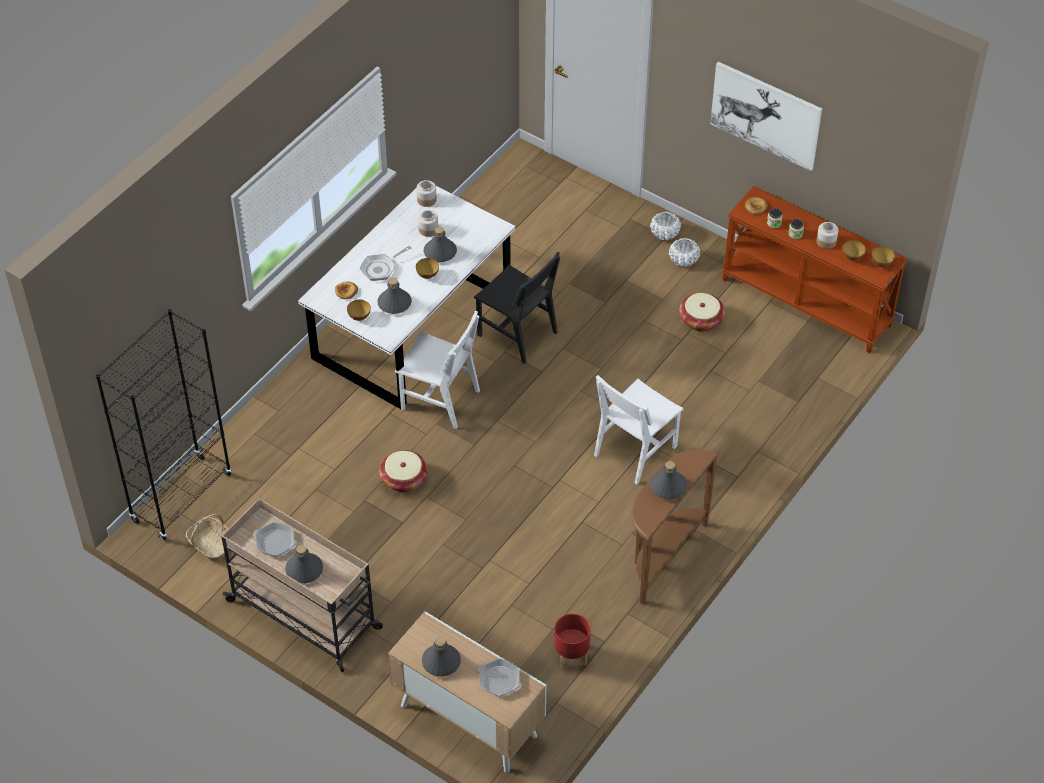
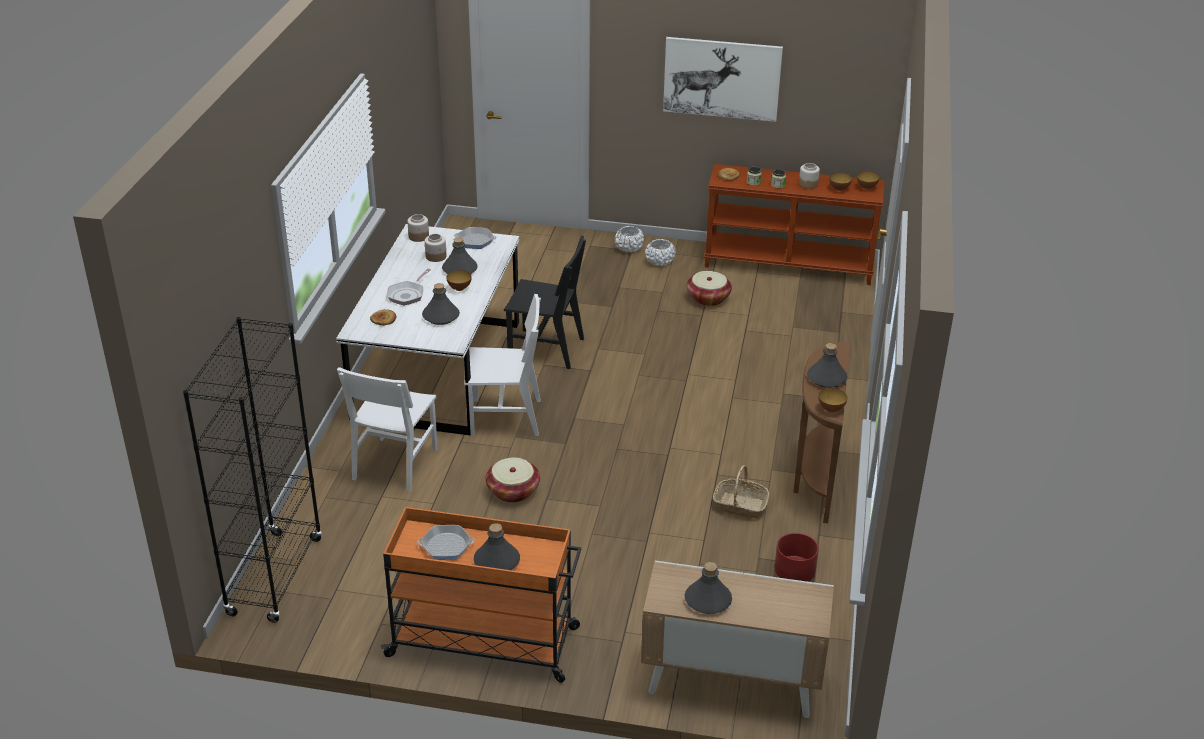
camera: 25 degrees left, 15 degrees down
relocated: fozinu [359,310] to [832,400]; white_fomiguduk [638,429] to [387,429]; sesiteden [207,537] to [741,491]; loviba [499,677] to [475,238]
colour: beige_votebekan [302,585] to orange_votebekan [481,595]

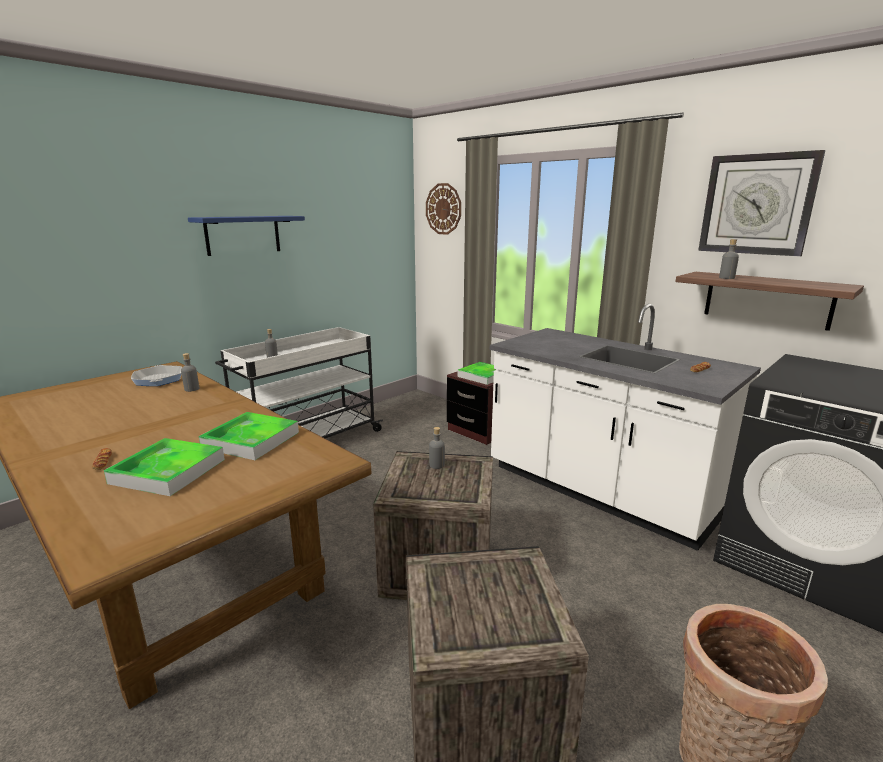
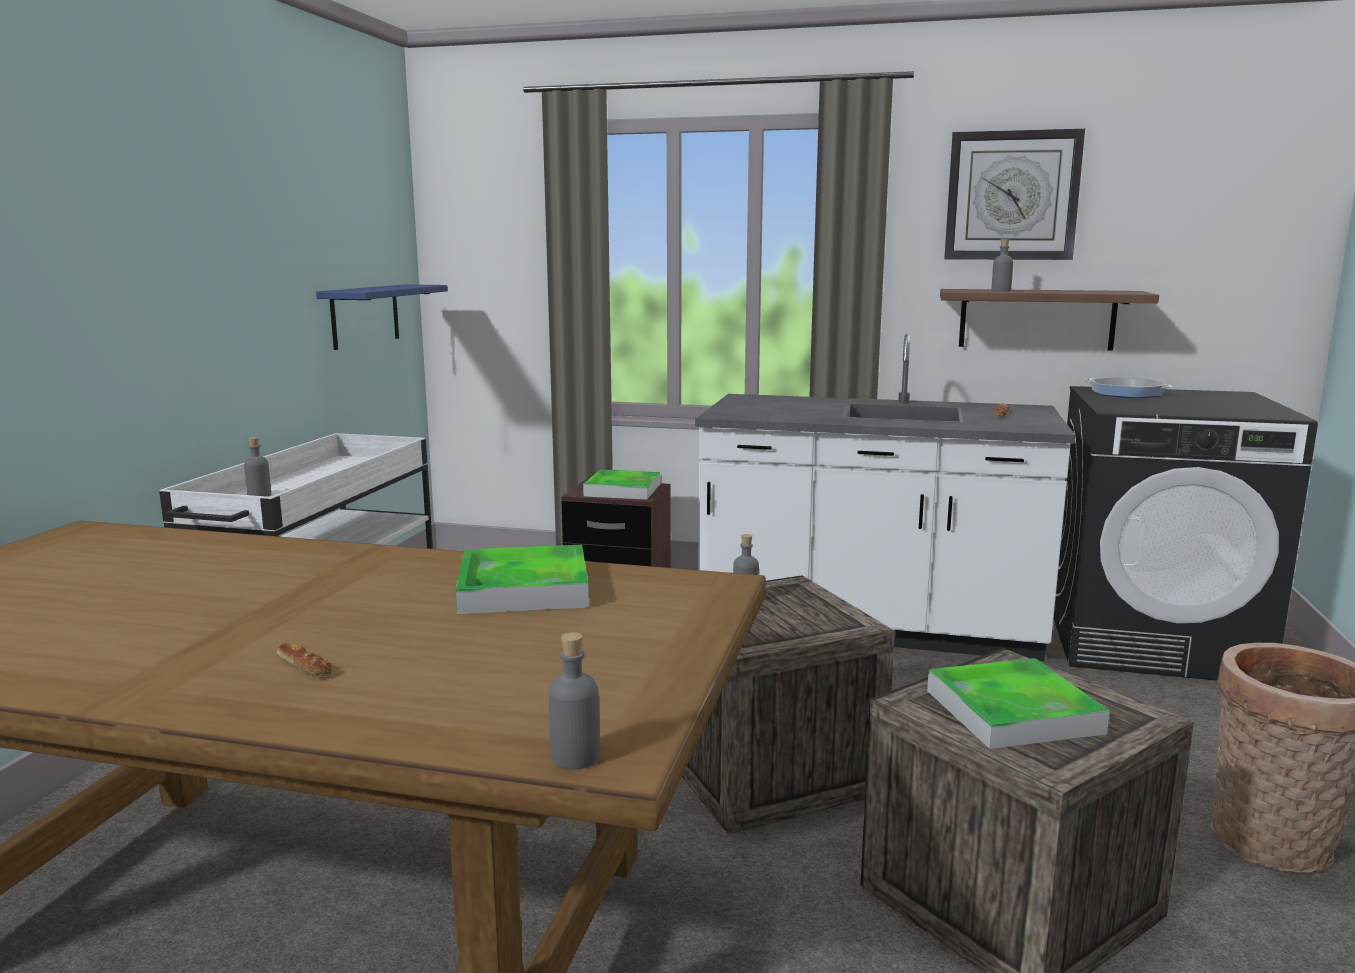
camera: 30 degrees left, 5 degrees down
missing: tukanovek [443,209]
relocated: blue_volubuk [246,236] to [382,317]; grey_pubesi [190,372] to [574,701]; loviba [156,375] to [1128,387]; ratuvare [164,467] to [1018,703]

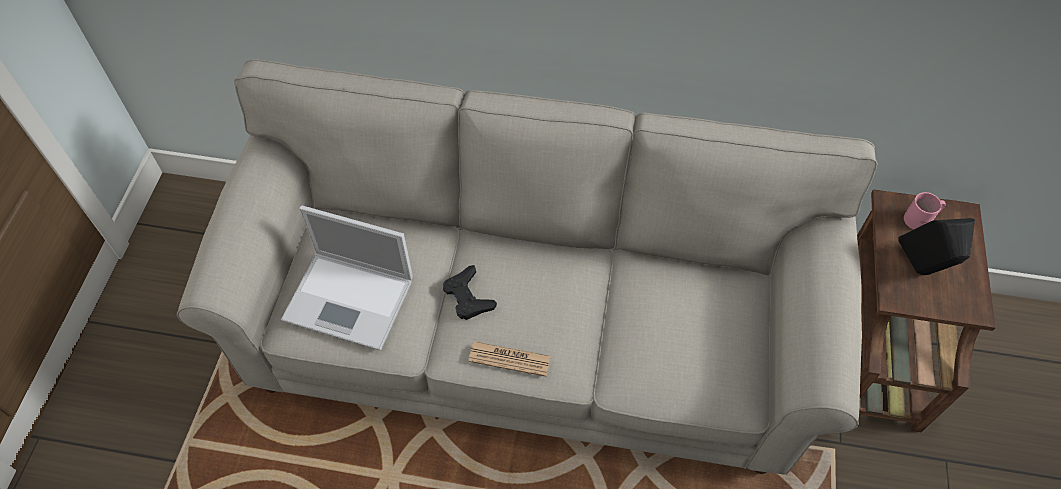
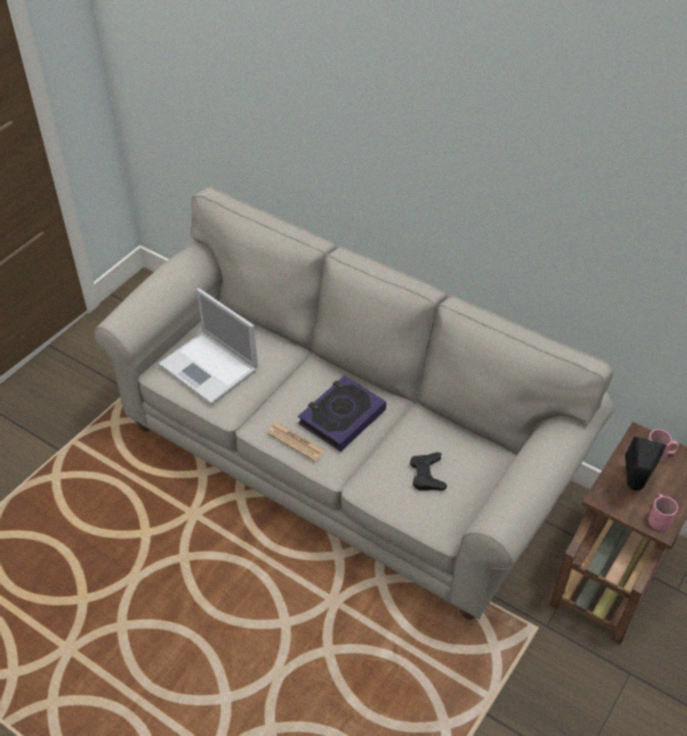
camera: 25 degrees right, 10 degrees down
appeared: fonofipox [342,413]; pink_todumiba [663,512]
relocated: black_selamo [470,292] to [428,471]

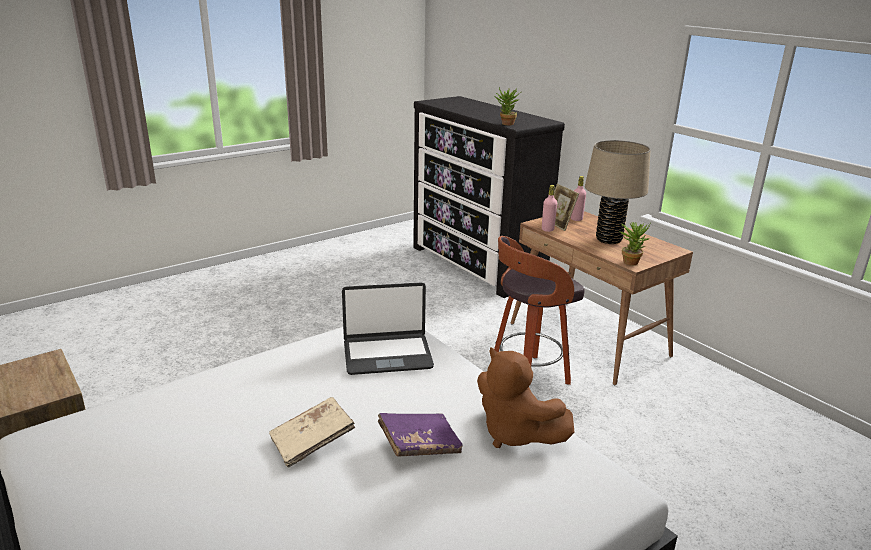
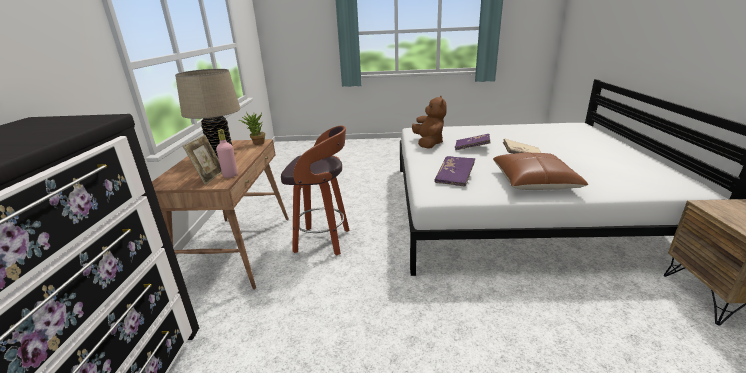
camera: 140 degrees left, 0 degrees up
missing: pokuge [508,106]; pink_pubesi [578,198]
appeared: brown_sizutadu [540,171]
exchanged: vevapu [388,328] to purple_fonofipox [454,171]

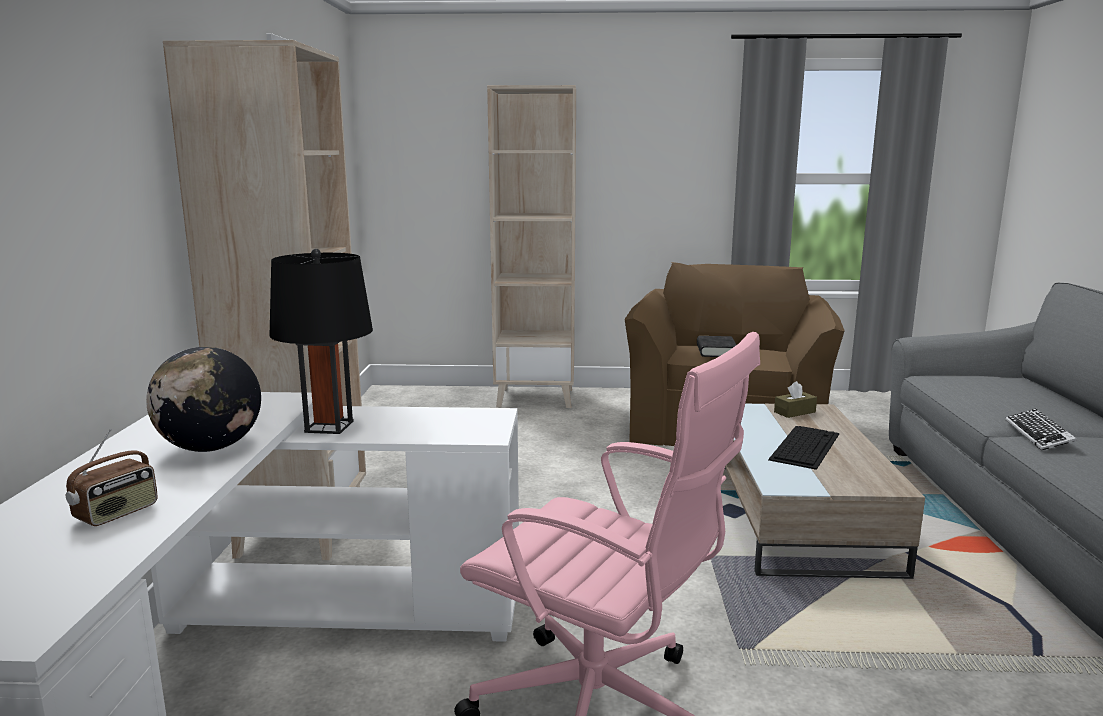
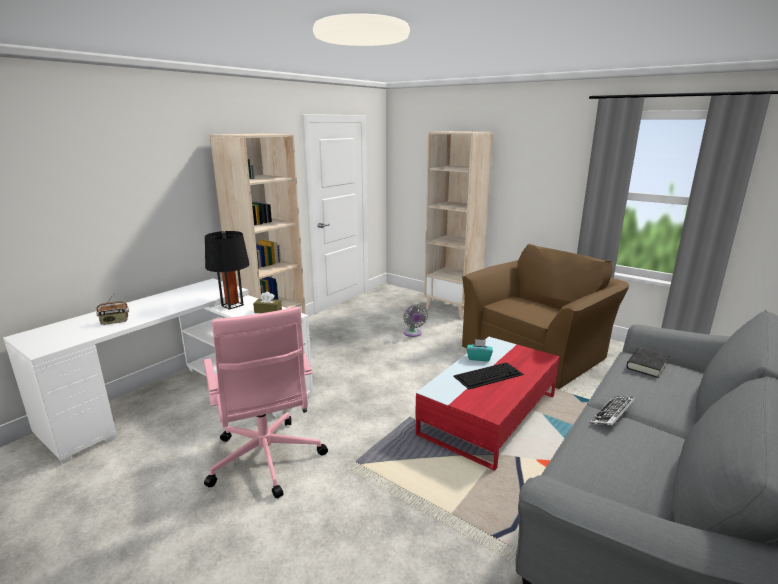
camera: 35 degrees right, 5 degrees up
missing: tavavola [203,399]
appeared: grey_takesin [415,320]; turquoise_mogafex [480,350]
relocated: black_fonofipox [716,346] to [647,363]; brown_mogafex [795,399] to [267,302]
colour: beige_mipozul [825,491] to red_mipozul [487,404]

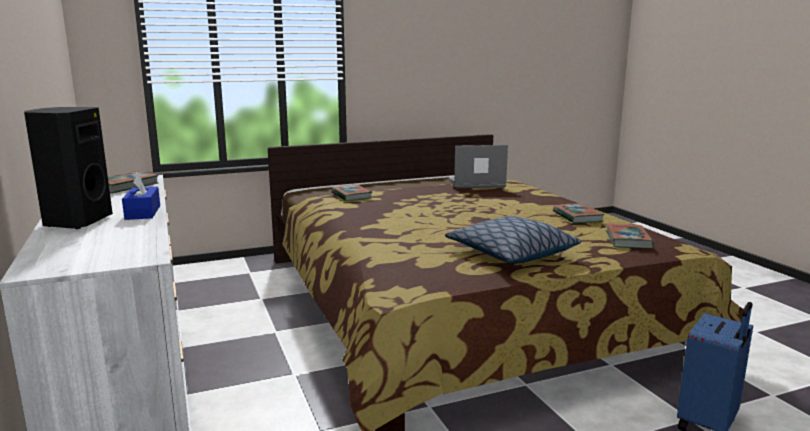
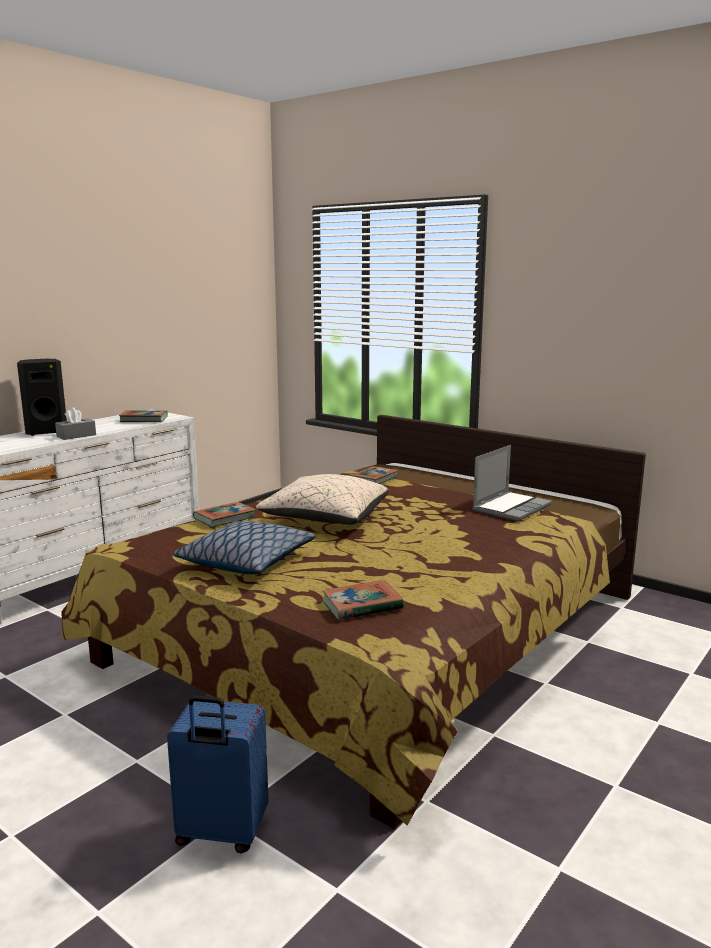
camera: 60 degrees right, 0 degrees up
appeared: beige_sizutadu [322,499]
relocated: fonofipox [579,213] to [224,514]
colour: blue_mogafex [141,196] to grey_mogafex [75,424]
spun: vevapu [478,166] = [512,483] 75 degrees clockwise

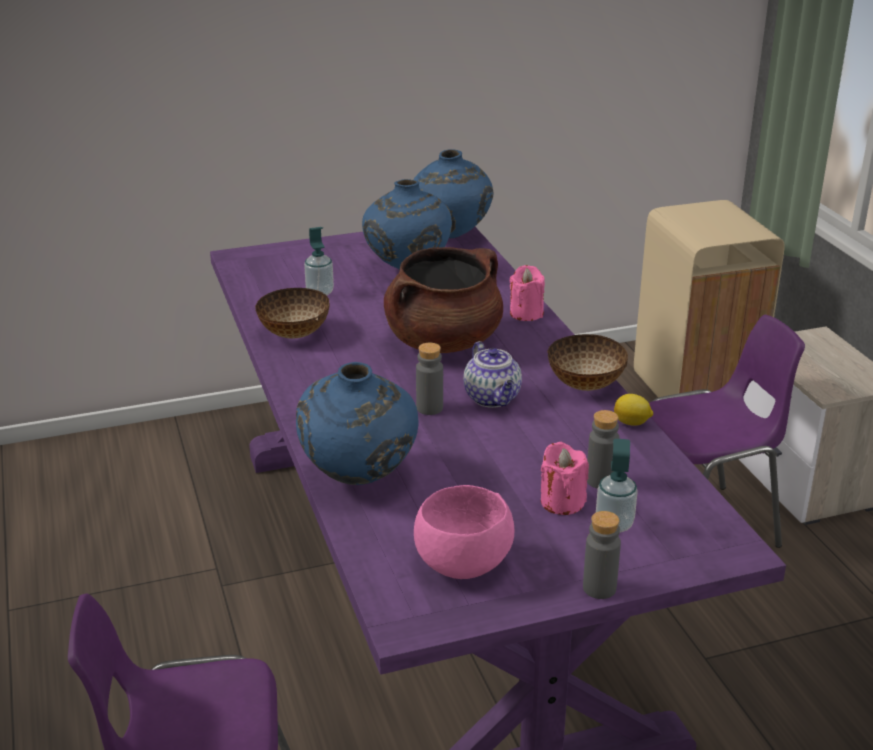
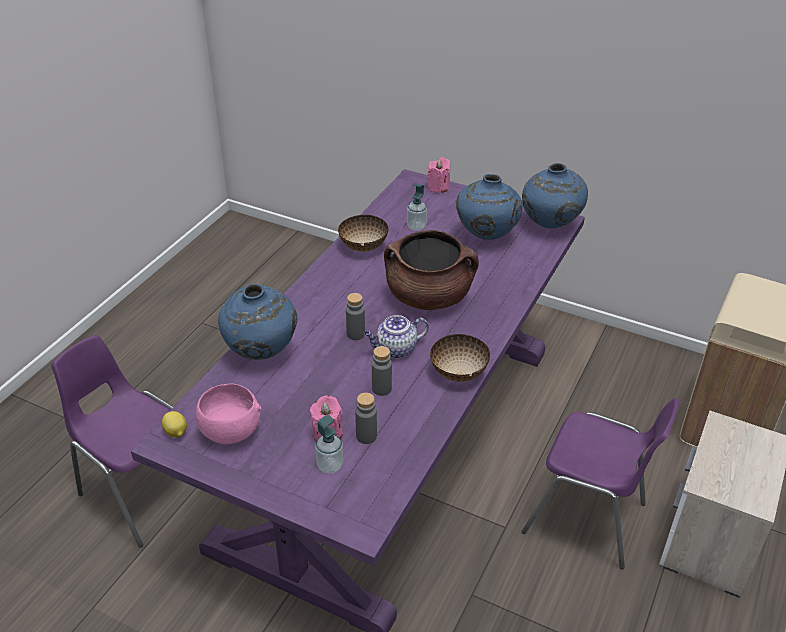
camera: 45 degrees right, 10 degrees up
relocated: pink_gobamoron [527,293] to [438,175]; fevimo [633,410] to [174,424]; grey_pubesi [602,555] to [382,371]
spun: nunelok [492,374] = [396,336] 45 degrees clockwise

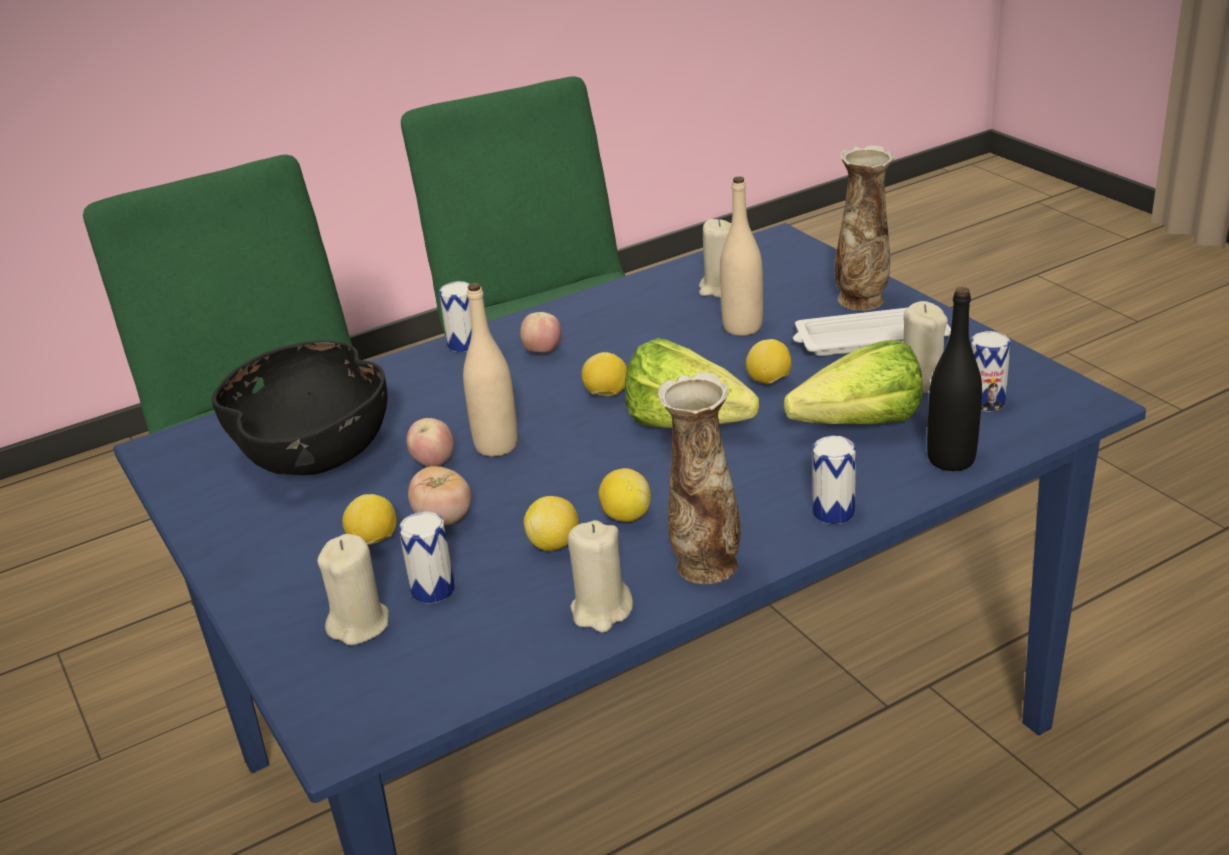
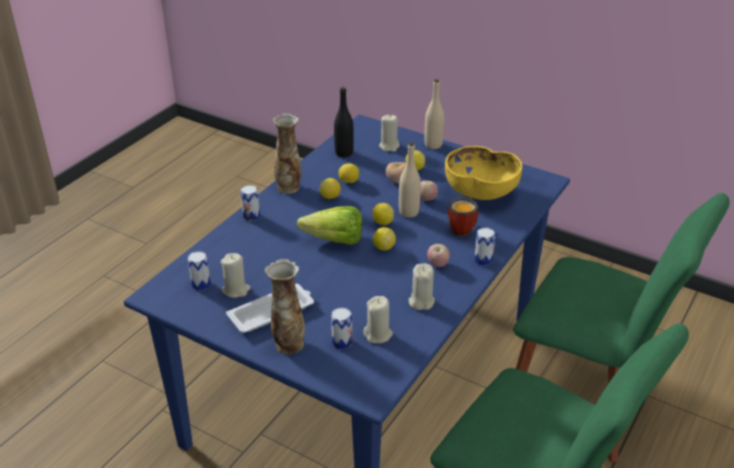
camera: 150 degrees right, 5 degrees up
missing: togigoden [853,382]
appeared: todumiba [463,217]
relocated: beige_pubesi [741,256] to [434,114]; black_pubesi [954,379] to [344,122]; fevimo [769,361] to [383,214]; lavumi [427,557] to [342,328]; beige_gobamoron [600,576] to [422,286]
colour: black_fozinu [300,407] to yellow_fozinu [483,173]

